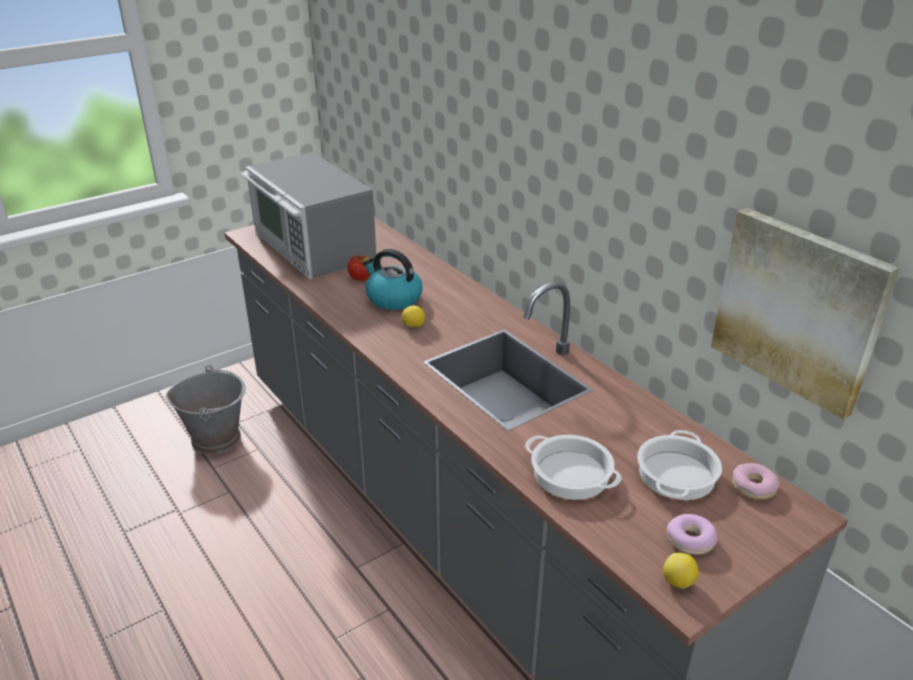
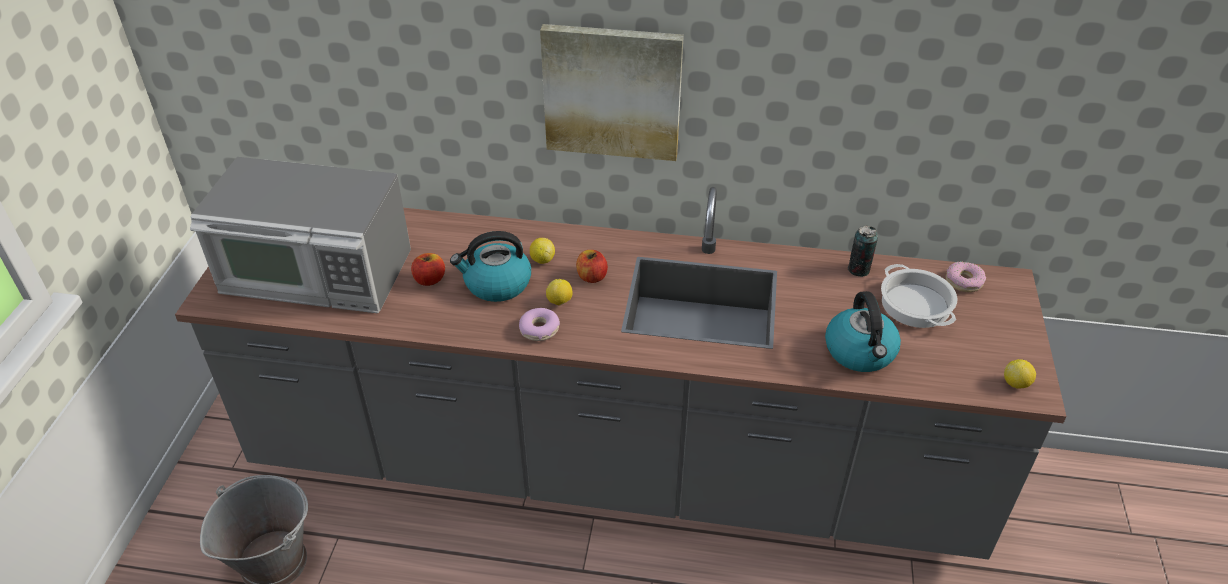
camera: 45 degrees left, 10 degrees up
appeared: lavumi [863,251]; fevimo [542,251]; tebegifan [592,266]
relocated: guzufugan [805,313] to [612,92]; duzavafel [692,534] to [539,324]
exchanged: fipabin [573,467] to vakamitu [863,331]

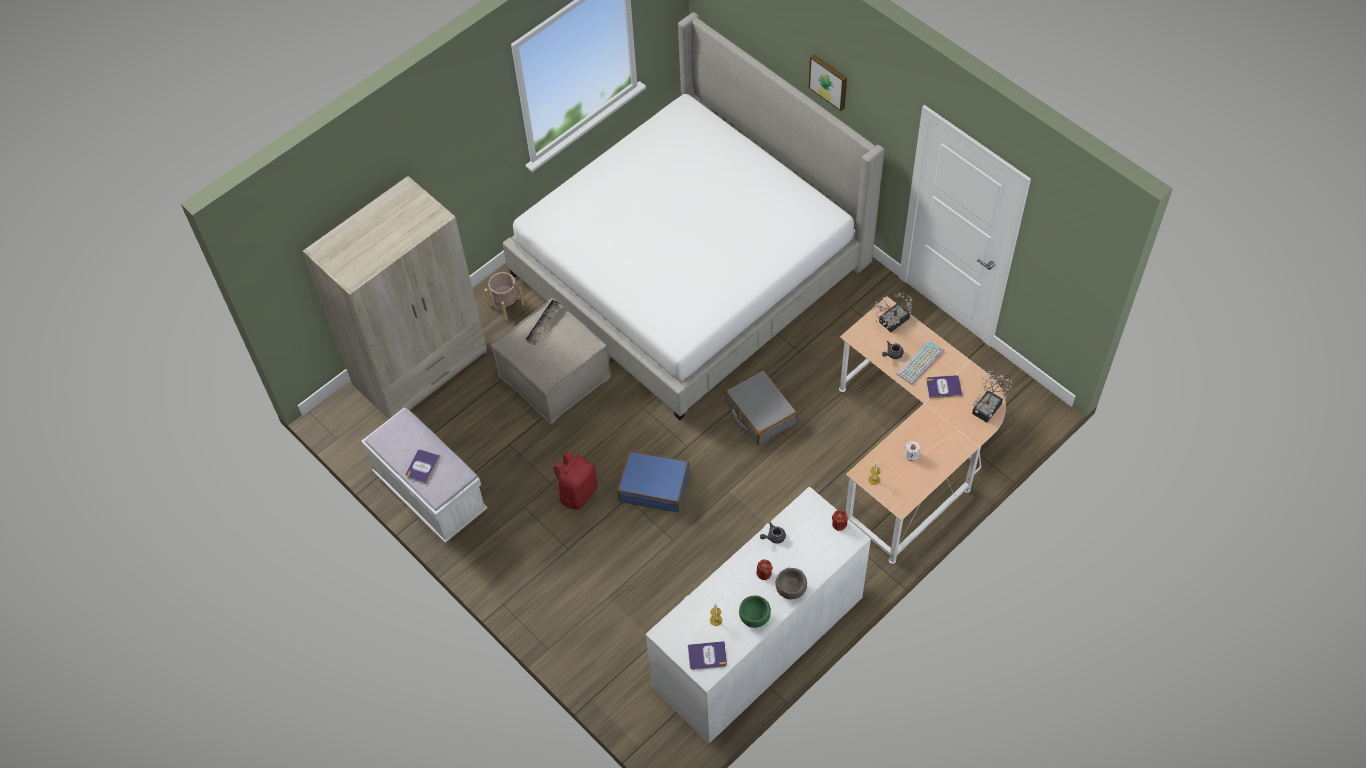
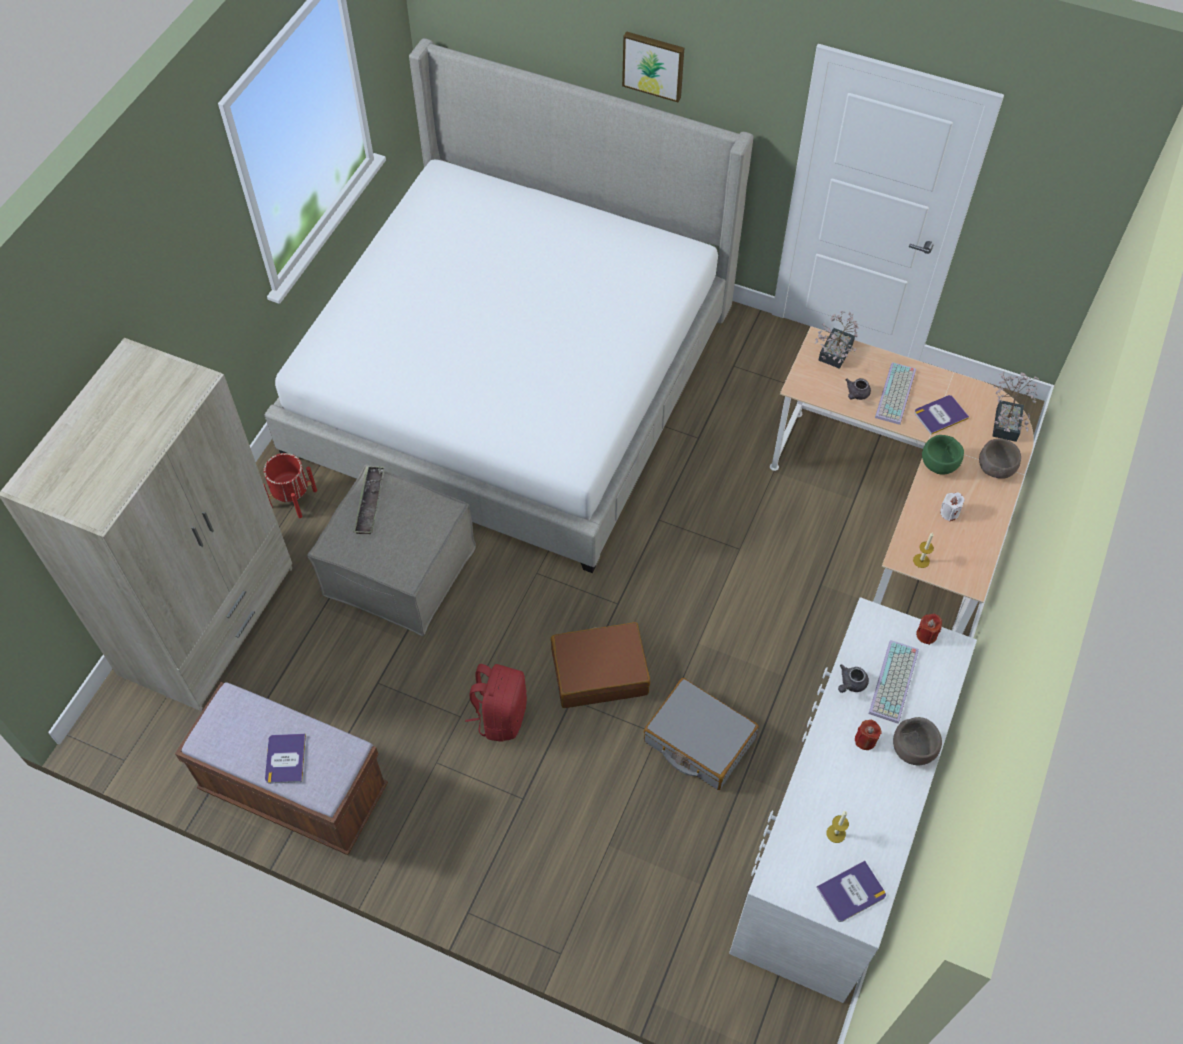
camera: 25 degrees left, 0 degrees up
appeared: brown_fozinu [1000,459]; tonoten [894,682]
relocated: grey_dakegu [760,407] to [701,734]; green_fozinu [755,611] to [943,455]
colour: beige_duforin [504,296] to red_duforin [290,485]; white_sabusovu [424,475] to brown_sabusovu [281,768]; blue_dakegu [653,481] to brown_dakegu [600,665]

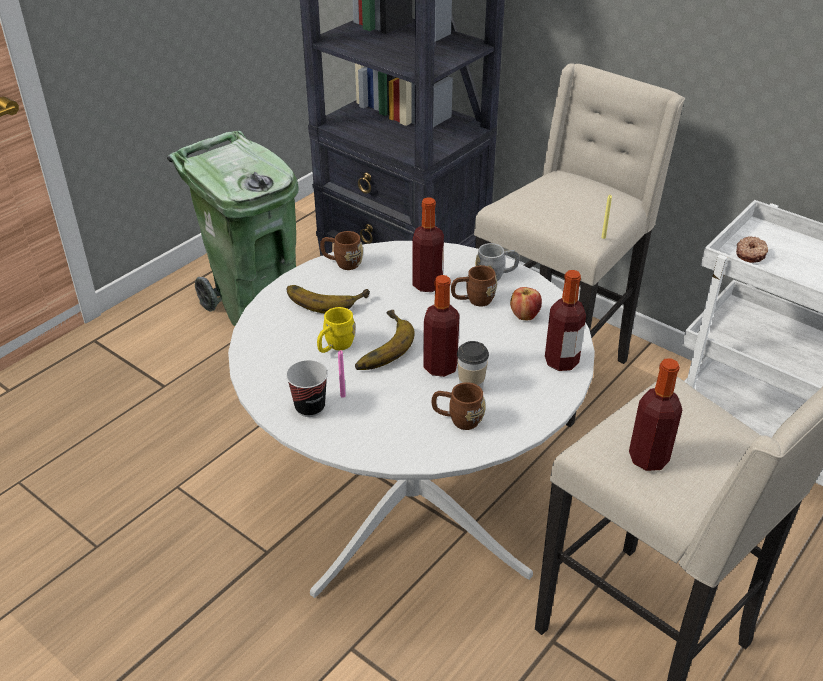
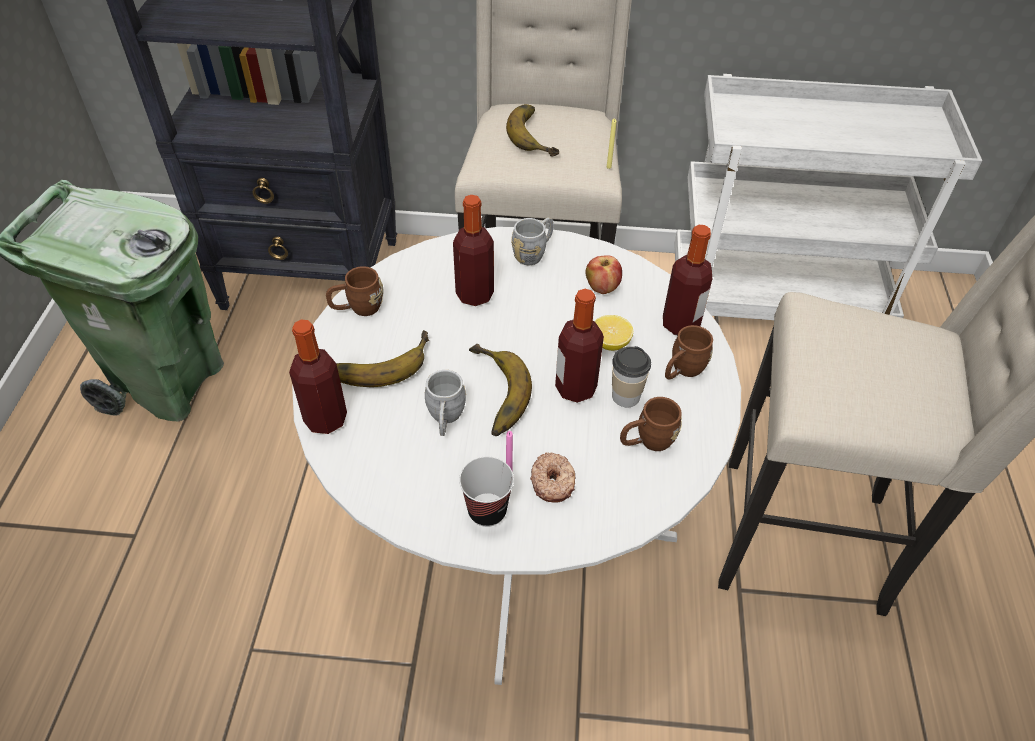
camera: 35 degrees left, 10 degrees up
appeared: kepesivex [532,130]; fevimo [614,333]
relocated: duzavafel [752,249] to [553,477]; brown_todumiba [474,285] to [689,352]; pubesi [655,414] to [318,377]
colour: yellow_todumiba [336,330] to grey_todumiba [445,403]

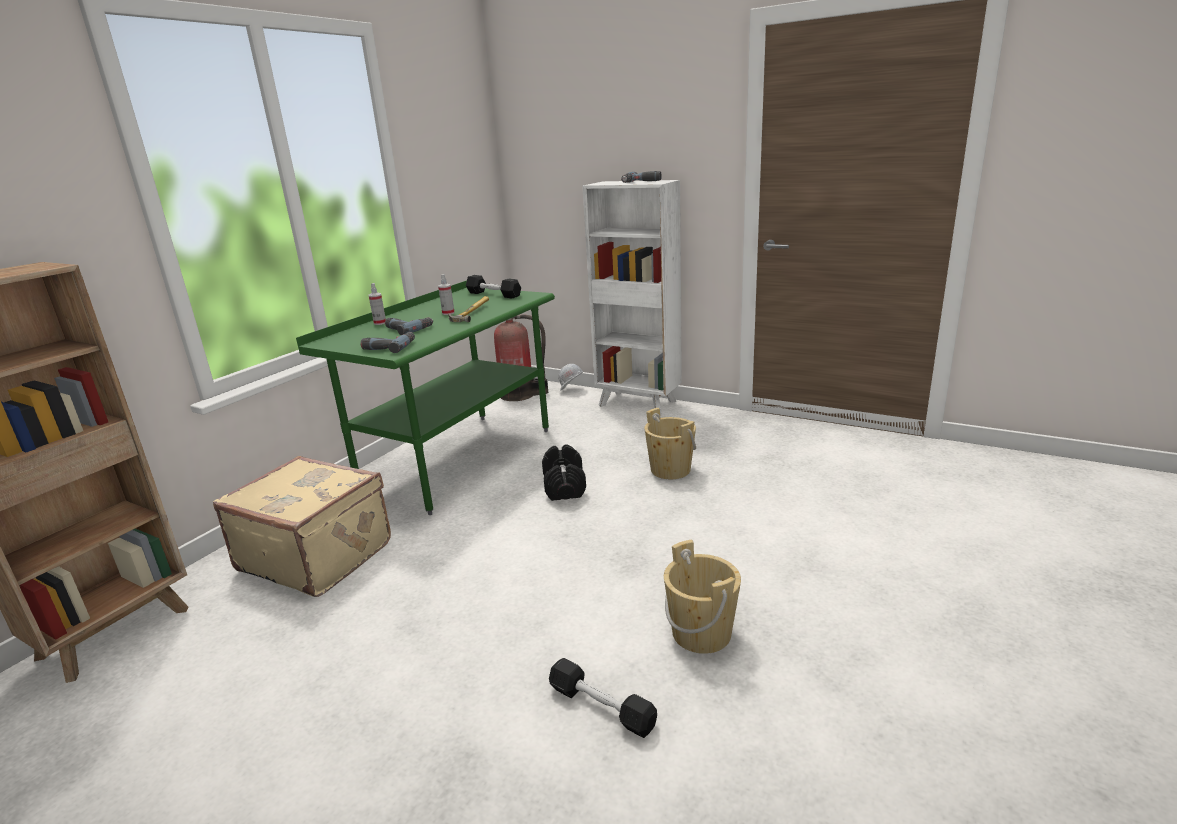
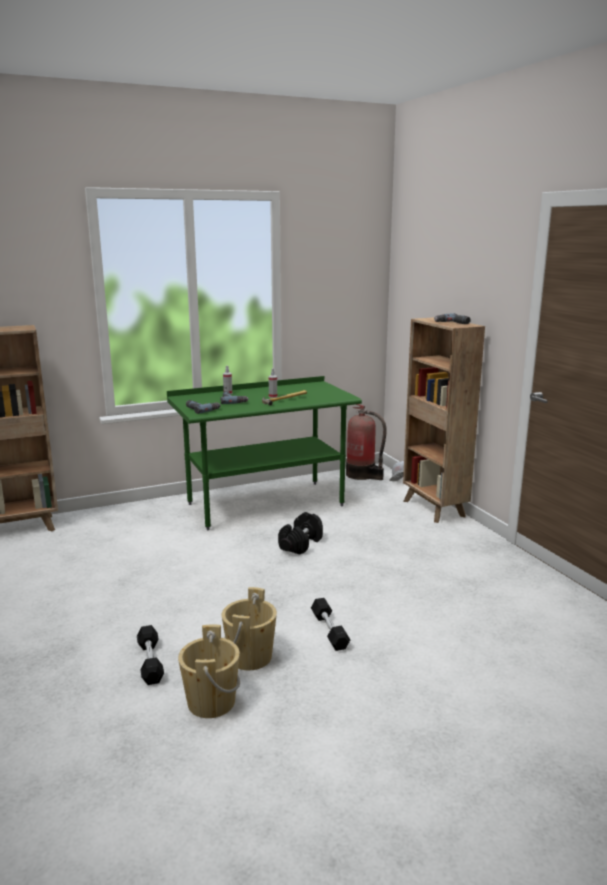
camera: 35 degrees right, 5 degrees down
missing: beige_dakegu [302,526]
relocated: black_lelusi [493,286] to [330,624]; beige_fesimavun [670,443] to [209,671]
colour: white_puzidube [632,297] to brown_puzidube [444,420]

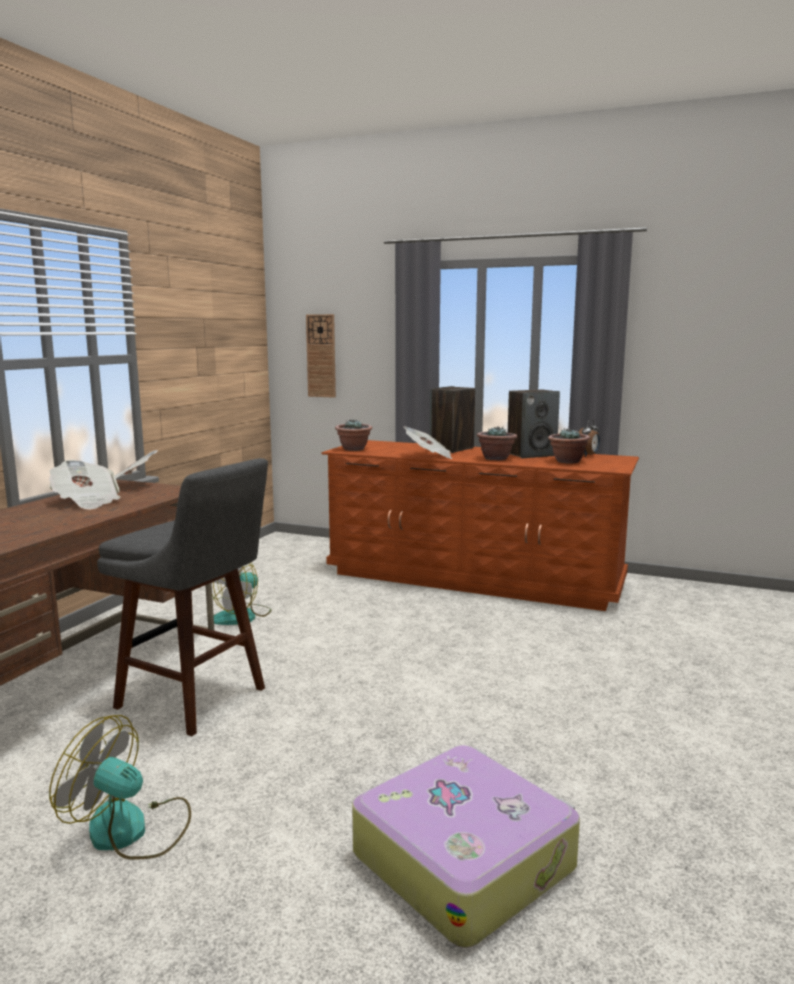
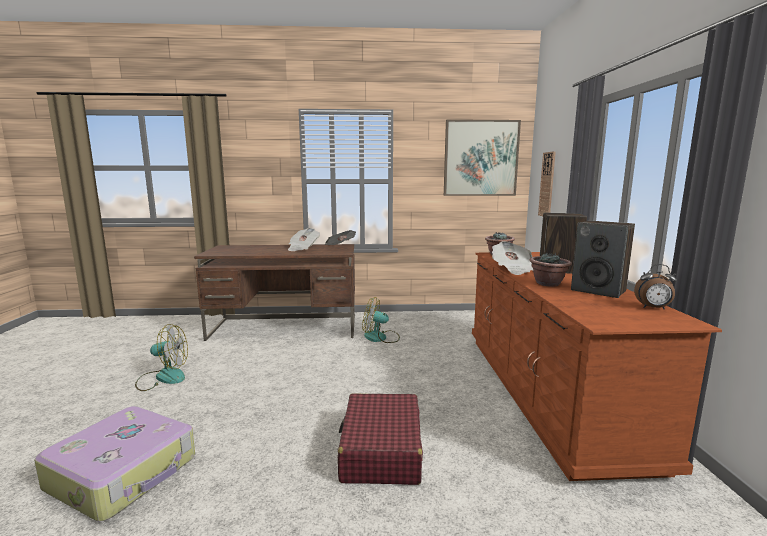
camera: 65 degrees right, 0 degrees up
missing: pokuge [569,446]; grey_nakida [182,597]
appeared: guzufugan [482,157]; red_dakegu [380,439]
spun: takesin [120,787] = [161,357] 90 degrees clockwise

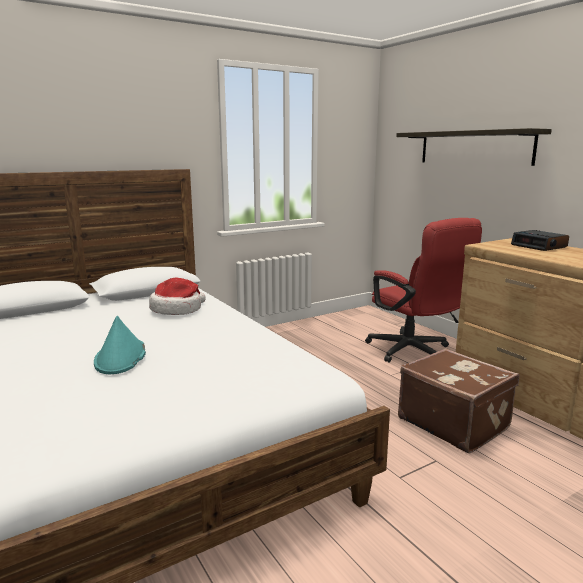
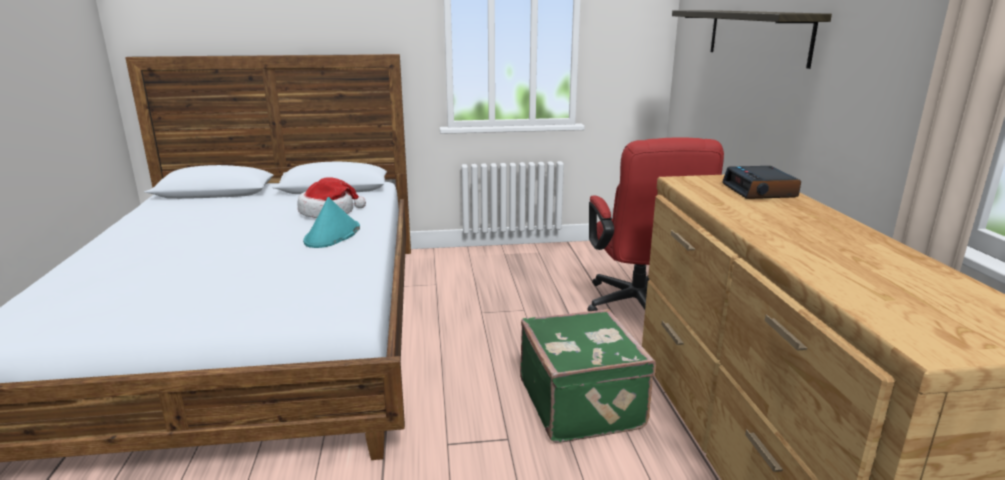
camera: 25 degrees right, 5 degrees up
relocated: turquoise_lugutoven [120,345] to [331,222]
colour: brown_dakegu [458,401] to green_dakegu [588,376]

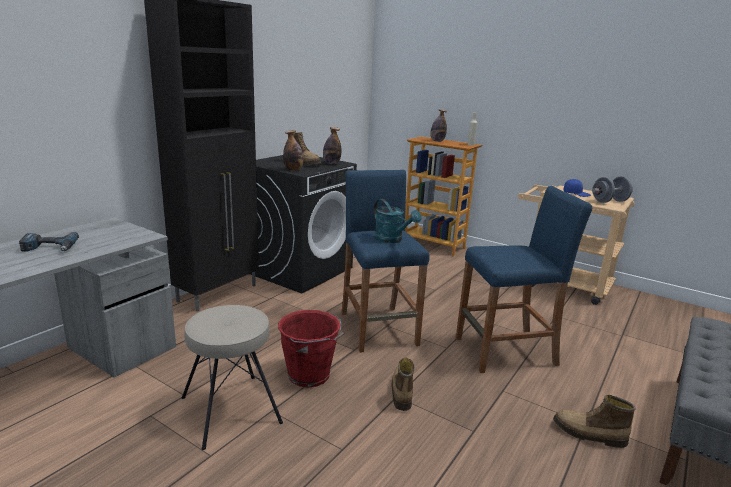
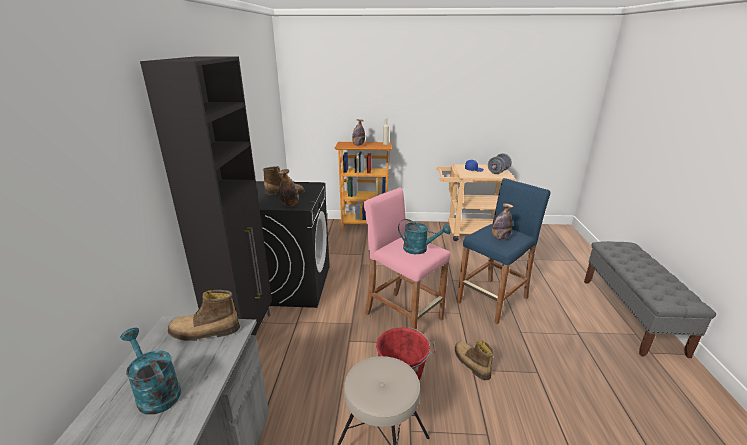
camera: 30 degrees left, 5 degrees up
relocated: pubesi [332,145] to [502,221]; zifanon [594,421] to [204,315]
exchanged: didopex [49,242] to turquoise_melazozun [150,371]
colour: blue_nakida [386,261] to pink_nakida [407,259]

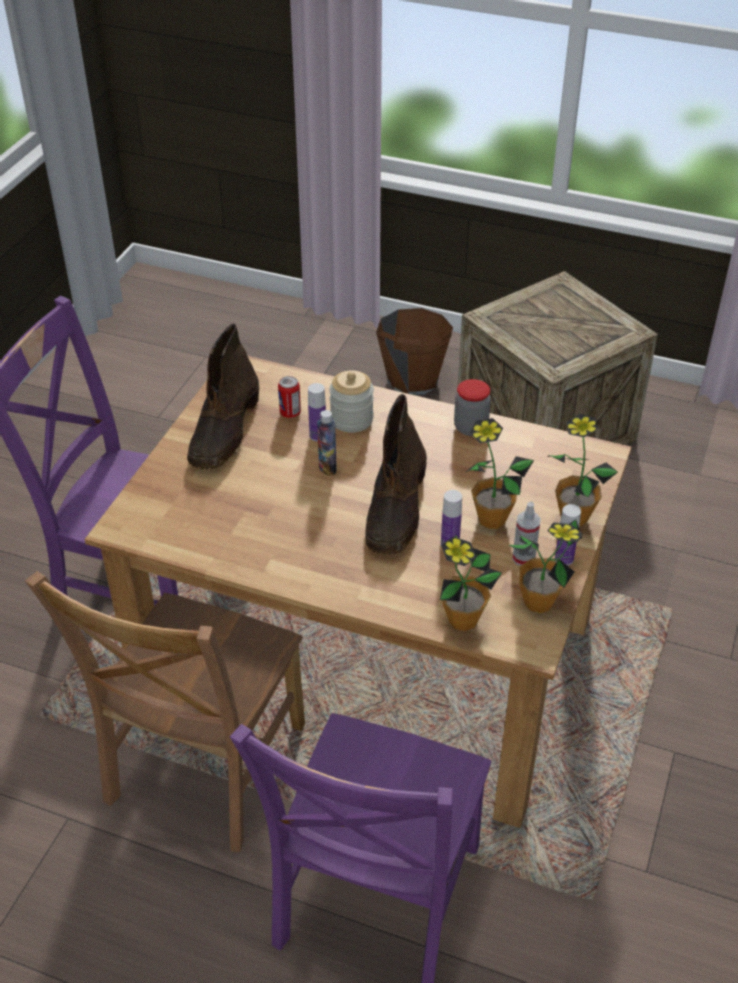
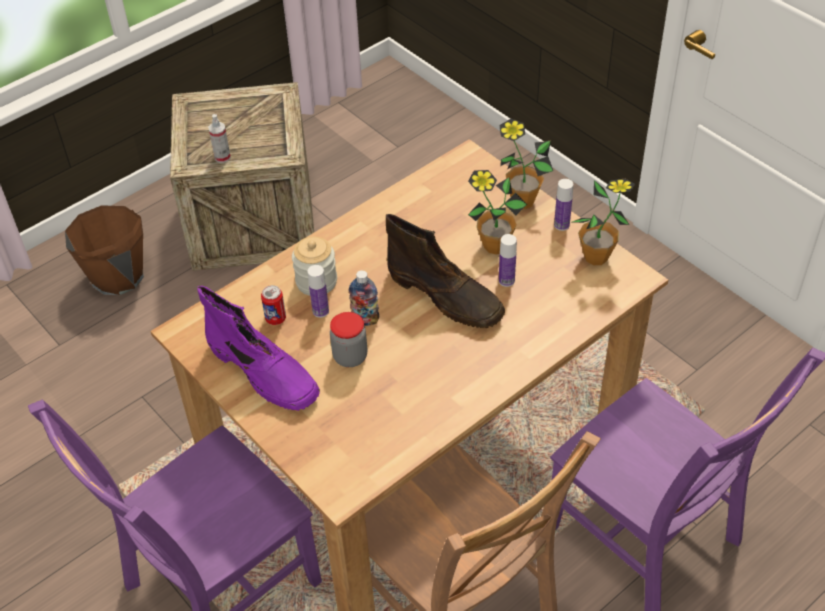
camera: 60 degrees left, 5 degrees up
missing: pokuge [471,582]
relocated: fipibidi [472,407] to [348,339]; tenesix [526,534] to [219,138]
colour: brown_zifanon [223,396] to purple_zifanon [258,348]

